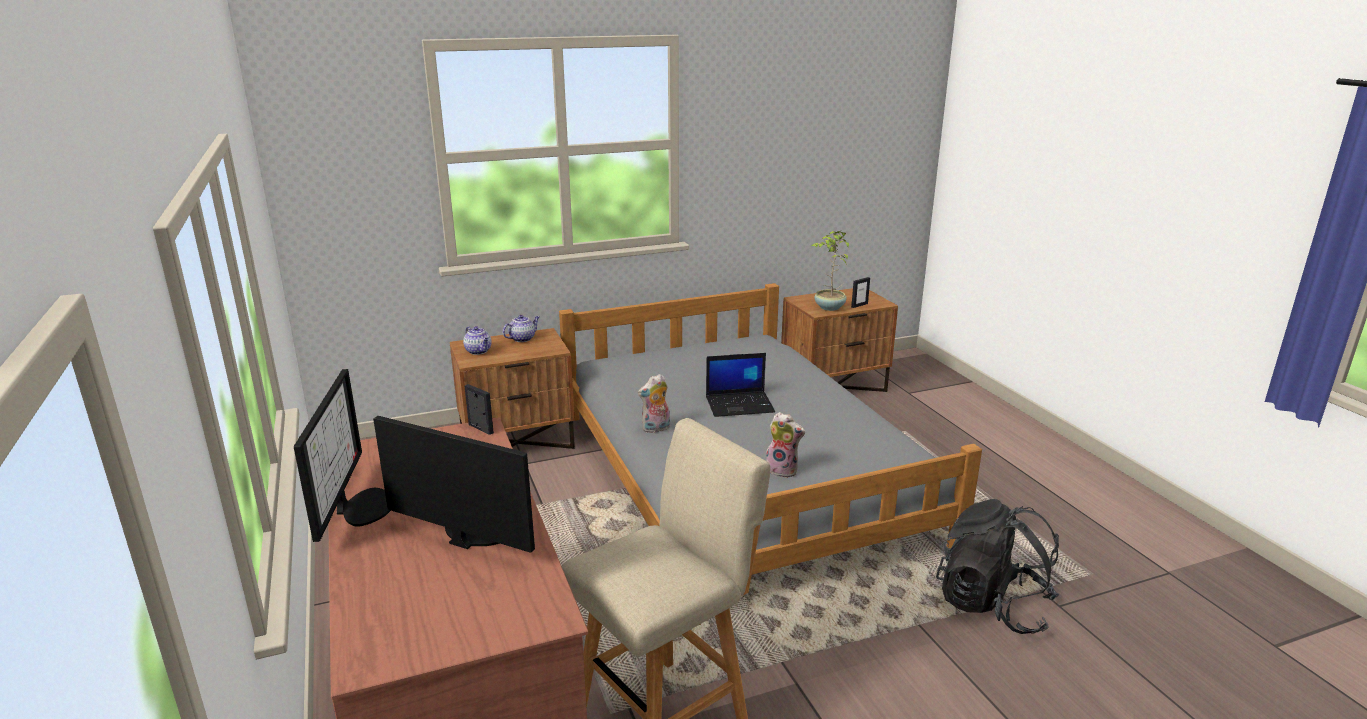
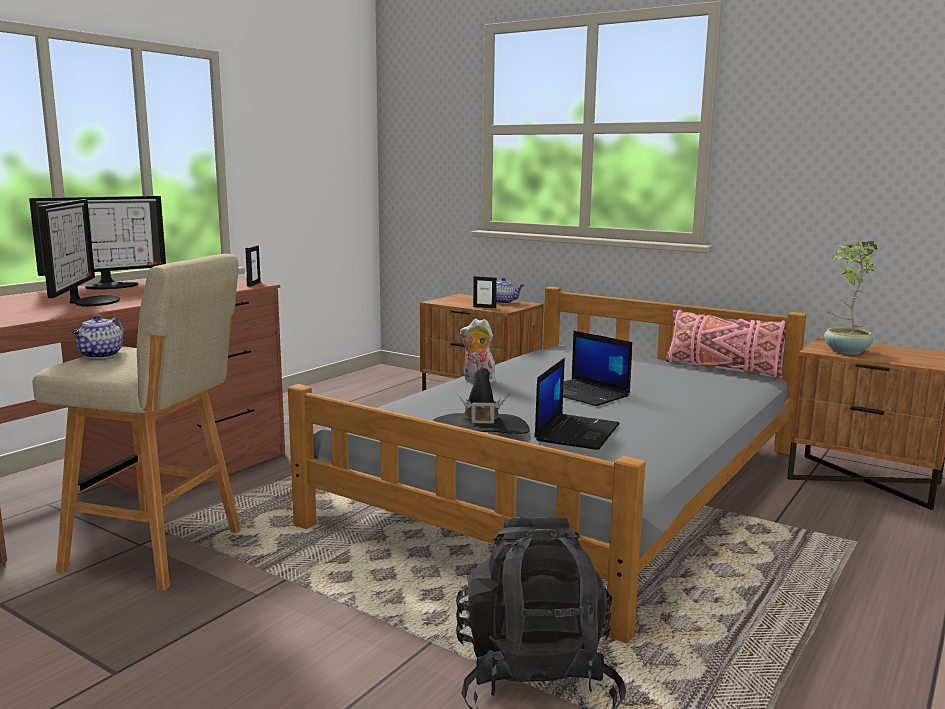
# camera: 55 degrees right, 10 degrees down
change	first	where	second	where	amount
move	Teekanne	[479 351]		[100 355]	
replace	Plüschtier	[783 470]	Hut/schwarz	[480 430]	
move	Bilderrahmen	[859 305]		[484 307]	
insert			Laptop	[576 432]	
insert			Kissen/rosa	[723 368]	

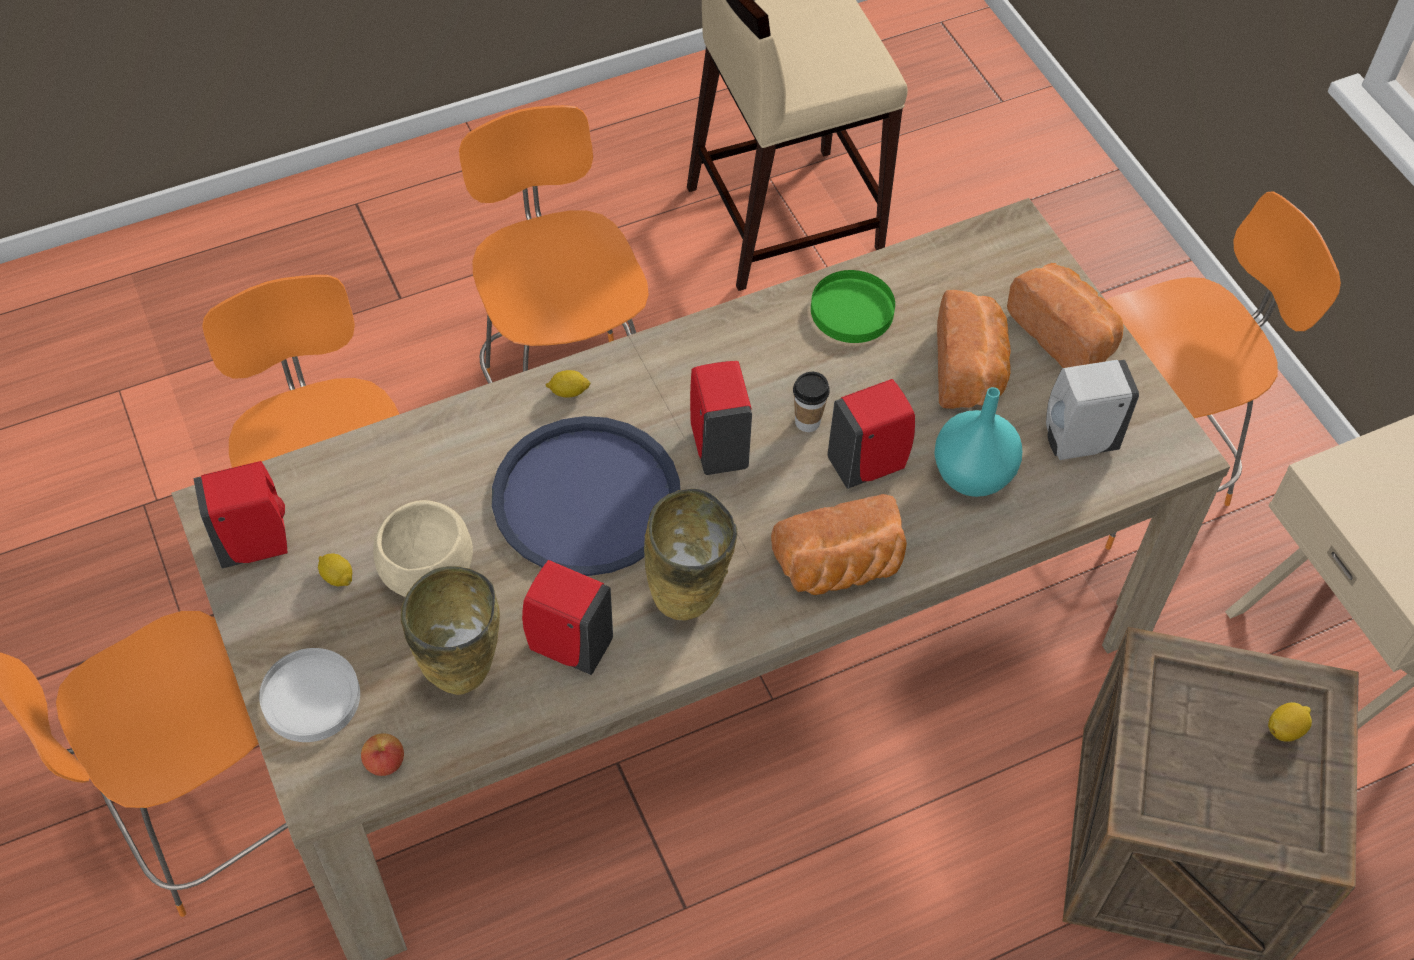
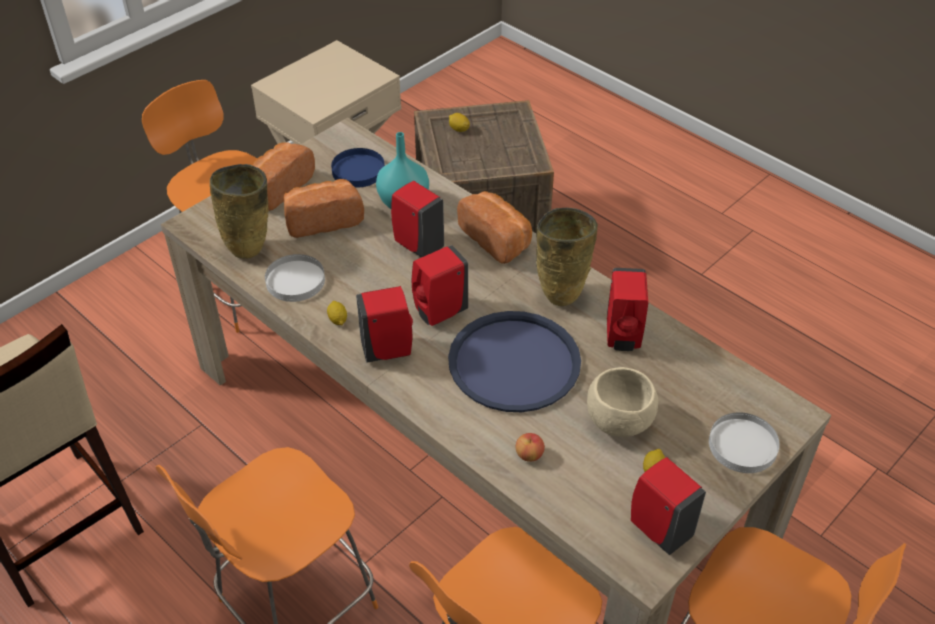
# camera: 110 degrees left, 10 degrees down
change	first	where	second	where	amount
move	Vase/beige	[462 680]		[250 248]	
recolor	Teller/grün	[851 310]	Teller/weiß	[296 281]	
move	Zitrone	[568 392]		[338 319]	
replace	Seifenspender/weiß	[1076 442]	Teller/blau	[358 170]	
insert			Seifenspender/rot	[389 350]	
move	Apfel	[385 762]		[529 455]	
delete	Tasse	[807 422]			

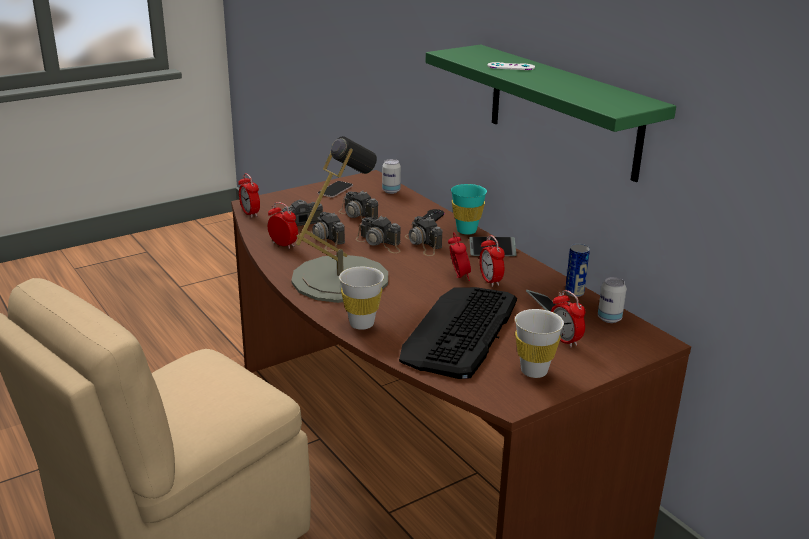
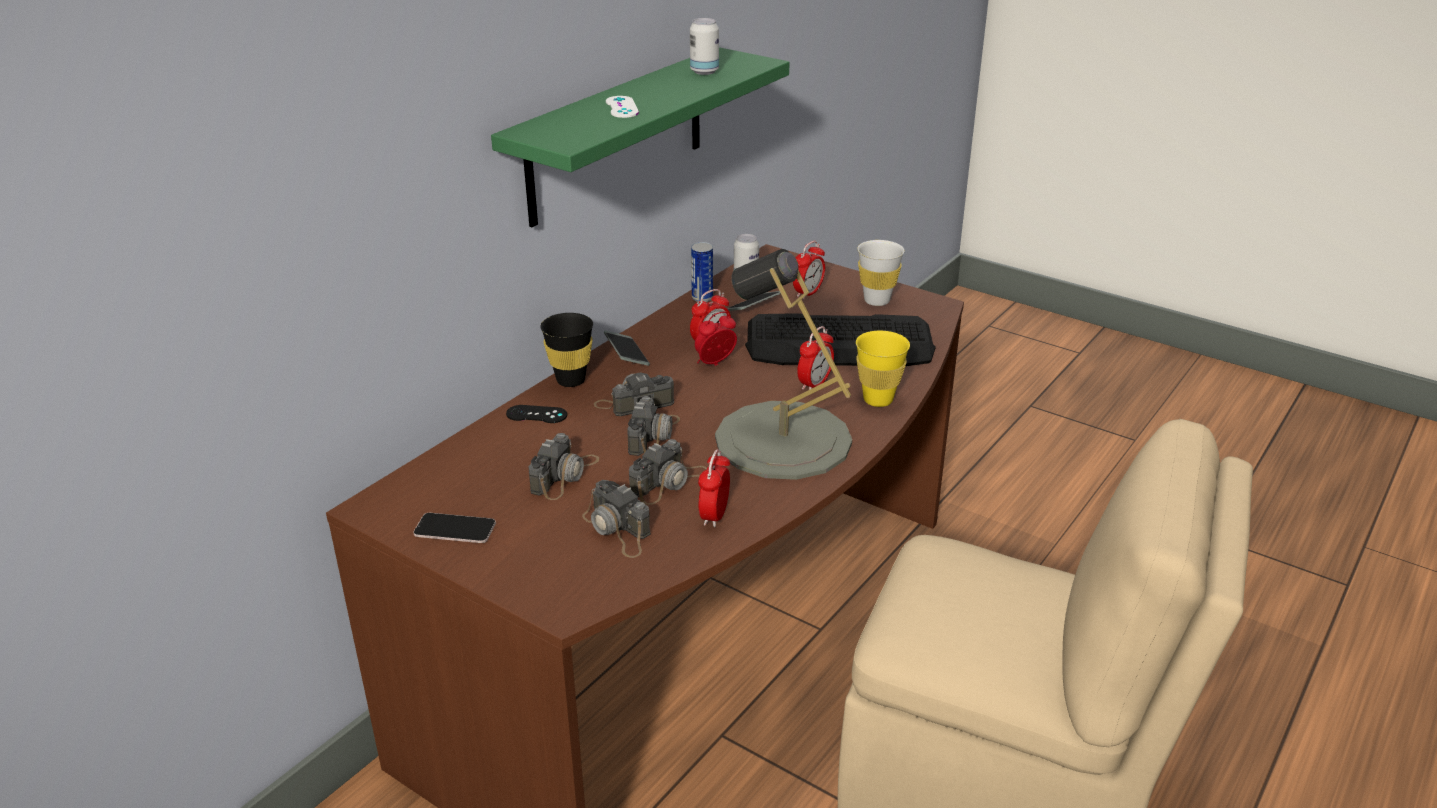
# camera: 110 degrees left, 5 degrees up
change	first	where	second	where	amount
recolor	Tasse/türkis	[466 230]	Tasse/schwarz	[571 380]	
rotate	Kamera	[423 244]		[634 403]	150 degrees counterclockwise
move	Dose	[391 191]		[704 71]	
move	Wecker	[250 213]		[814 384]	
recolor	Tasse/weiß	[361 324]	Tasse/gelb	[878 400]	

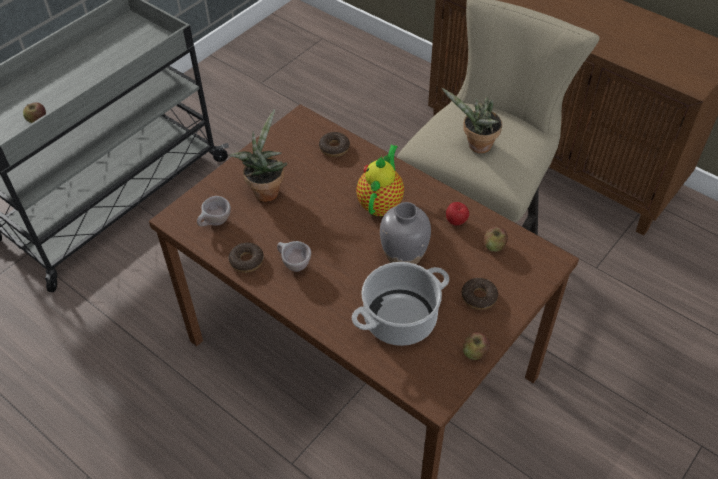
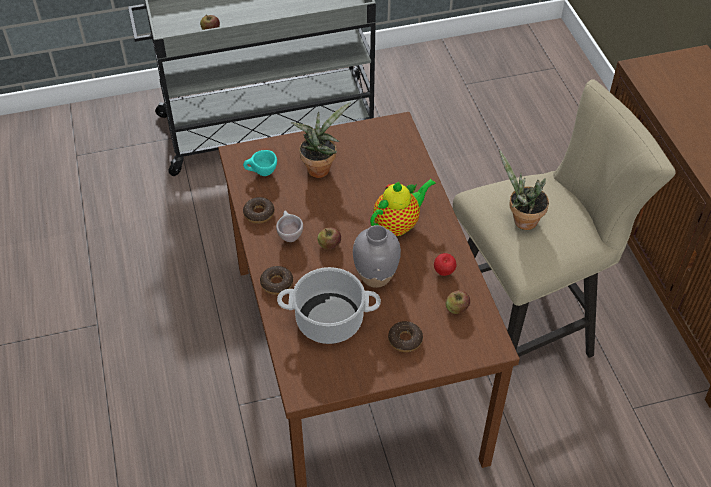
# camera: 35 degrees right, 0 degrees up
change	first	where	second	where	amount
recolor	Tasse/beige	[215 224]	Tasse/türkis	[261 173]	
move	Donut	[334 148]		[277 283]	
move	Apfel	[474 352]		[329 245]	

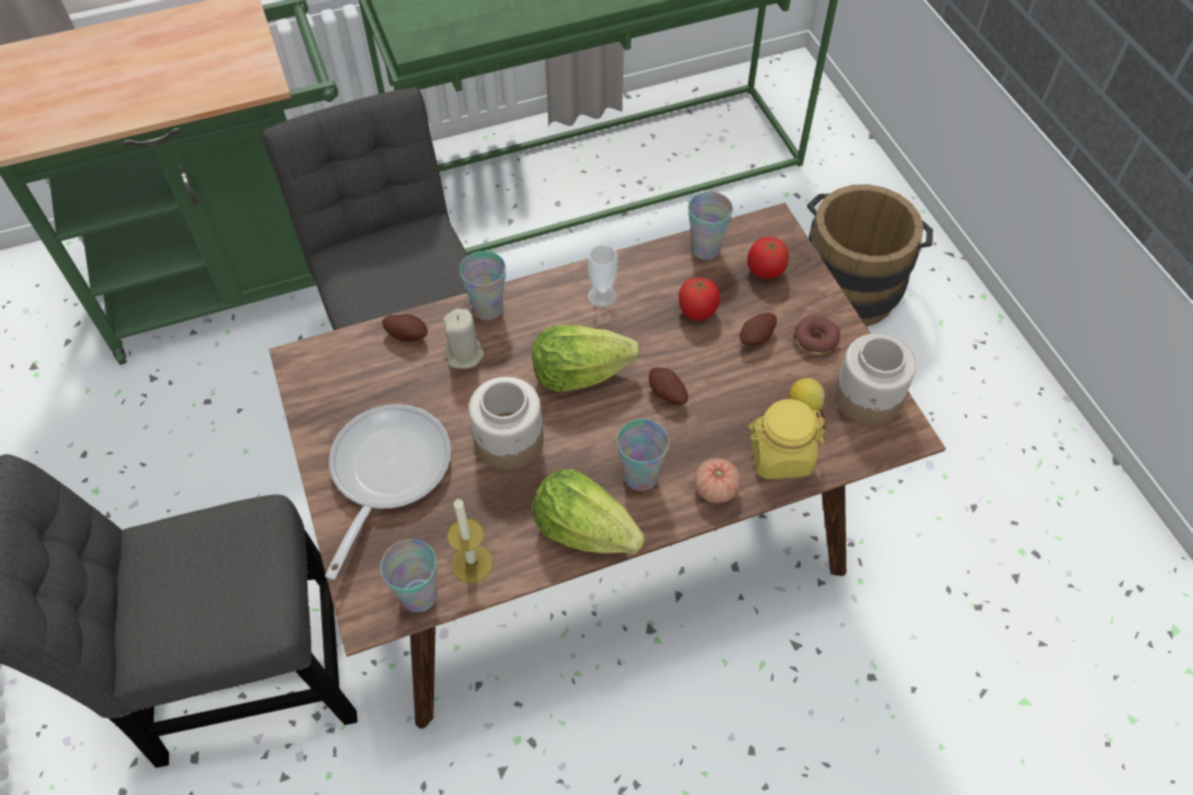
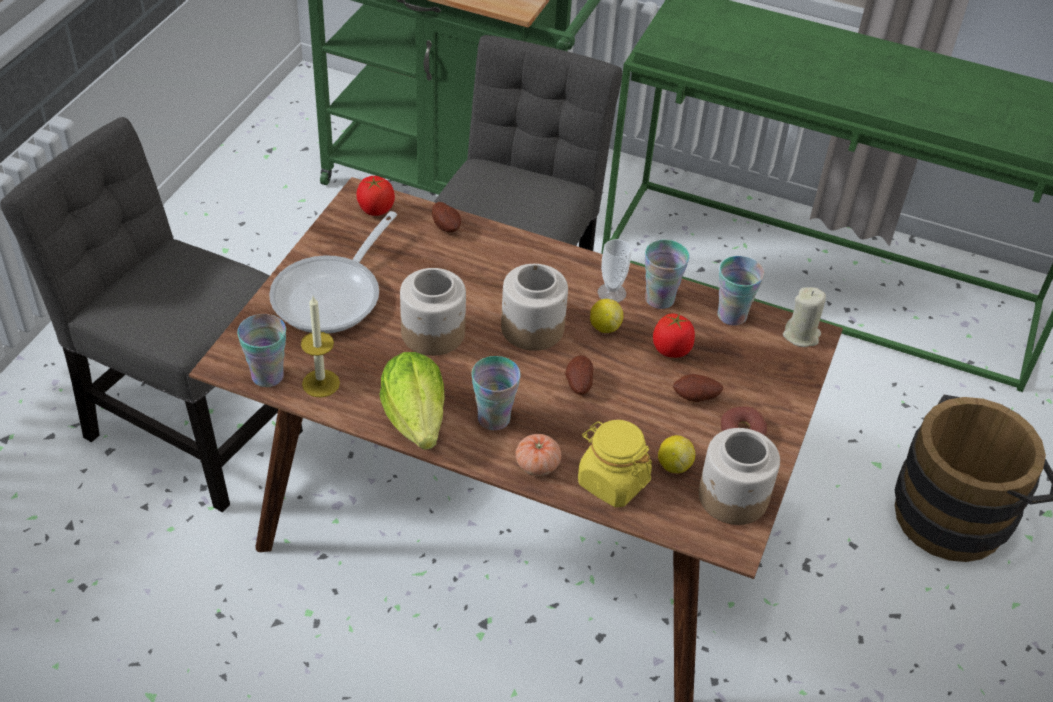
# camera: 40 degrees right, 10 degrees down
change	first	where	second	where	amount
rotate	Pfanne	[386 473]		[333 295]	150 degrees clockwise
move	Tomate	[765 271]		[375 210]	
replace	Salatkopf	[579 373]	Vorratsglas	[532 328]	
insert			Zitrone	[604 327]	
move	Tasse	[488 309]		[659 299]	
move	Kerze/beige	[465 354]		[801 335]	

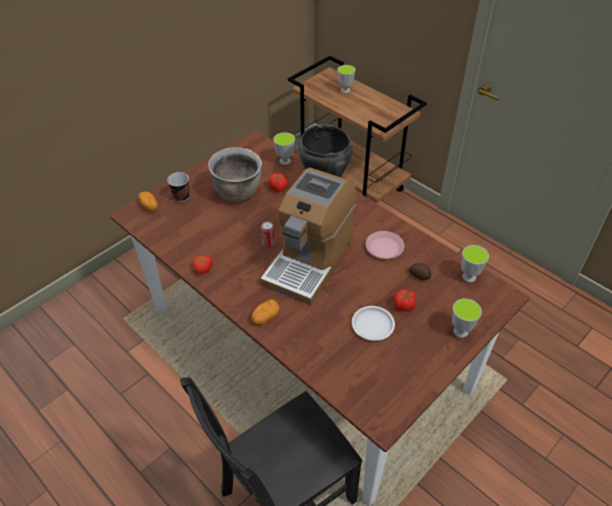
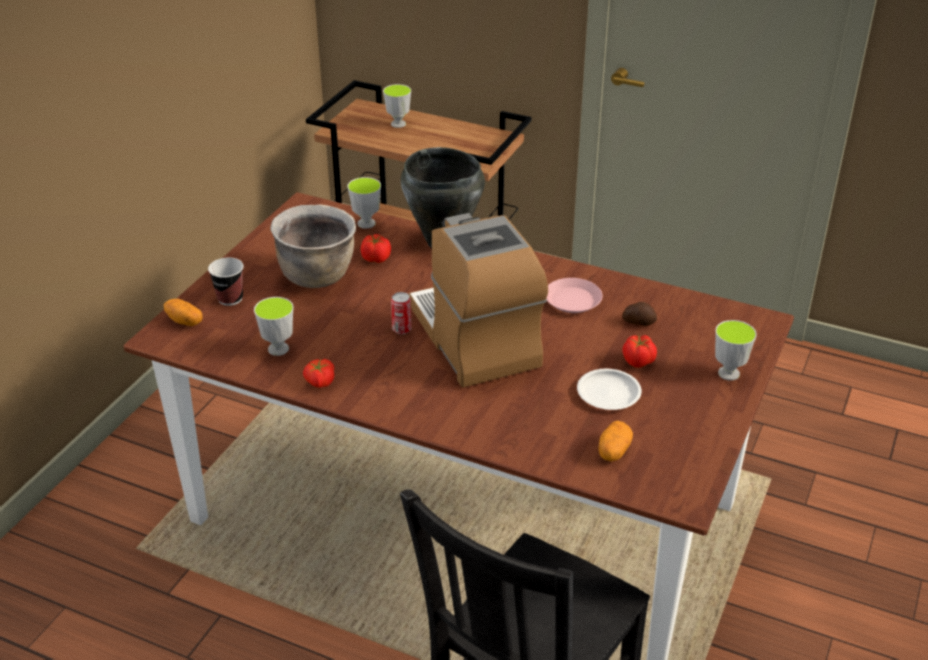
# camera: 20 degrees left, 10 degrees down
change	first	where	second	where	amount
move	Tasse	[469 277]		[278 349]	
rotate	Kaffeemaschine	[309 261]		[475 338]	150 degrees clockwise
move	Kartoffel	[265 317]		[613 451]	

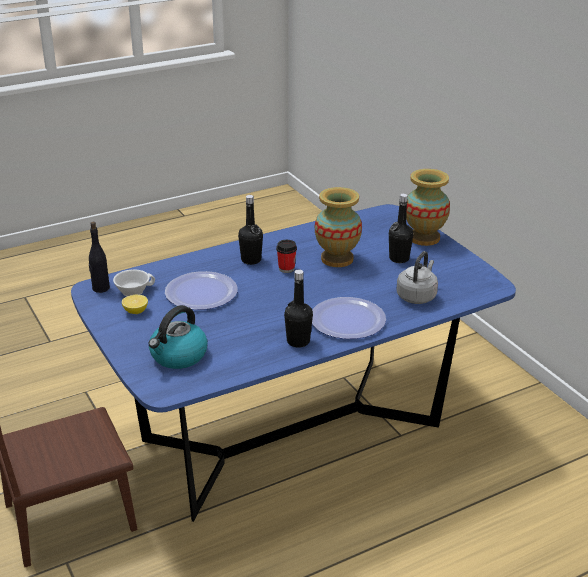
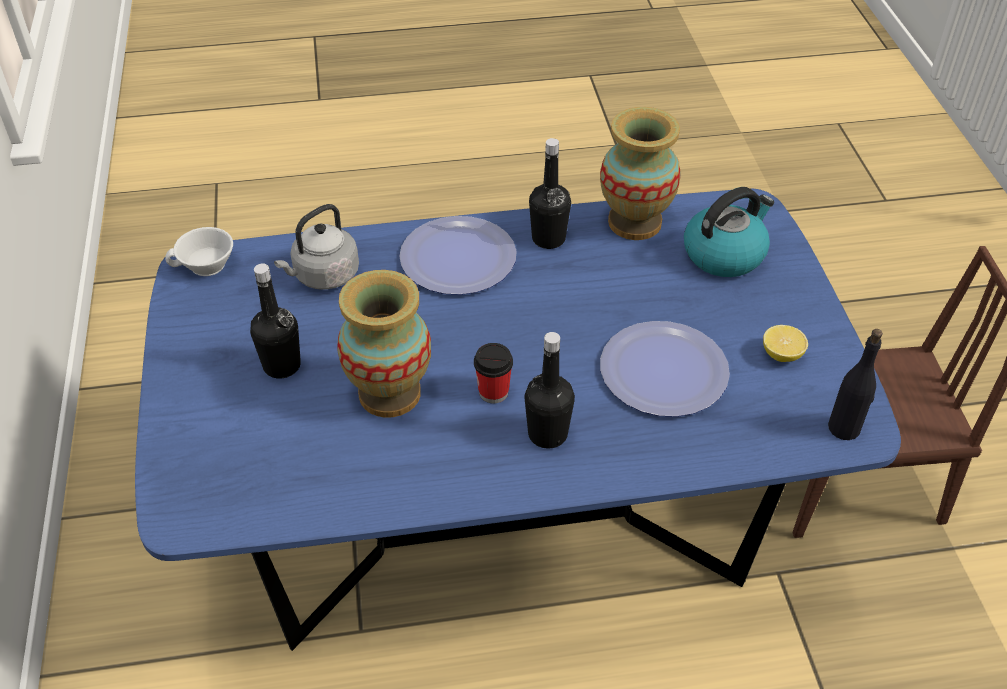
# camera: 160 degrees left, 15 degrees up
change	first	where	second	where	amount
move	Tasse/weiß	[133 290]		[206 266]	
move	Vase	[424 238]		[635 223]	

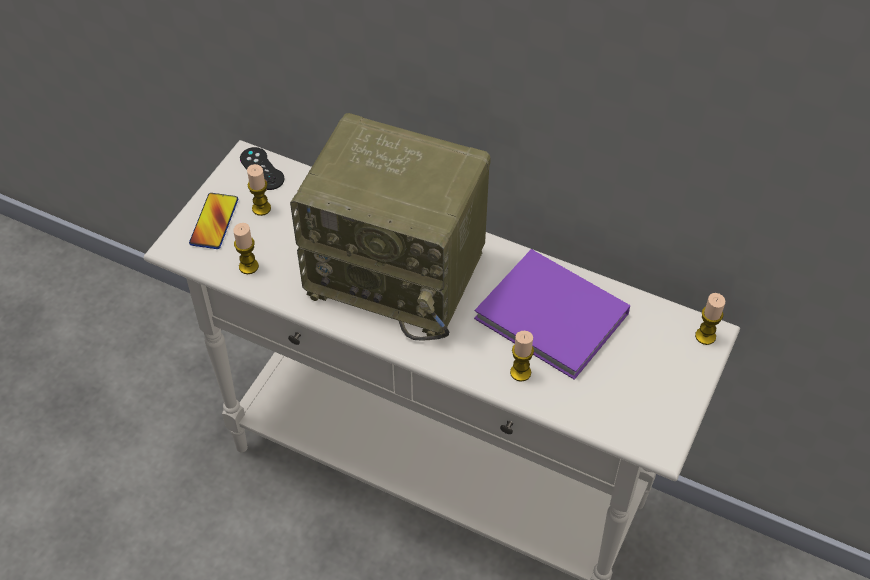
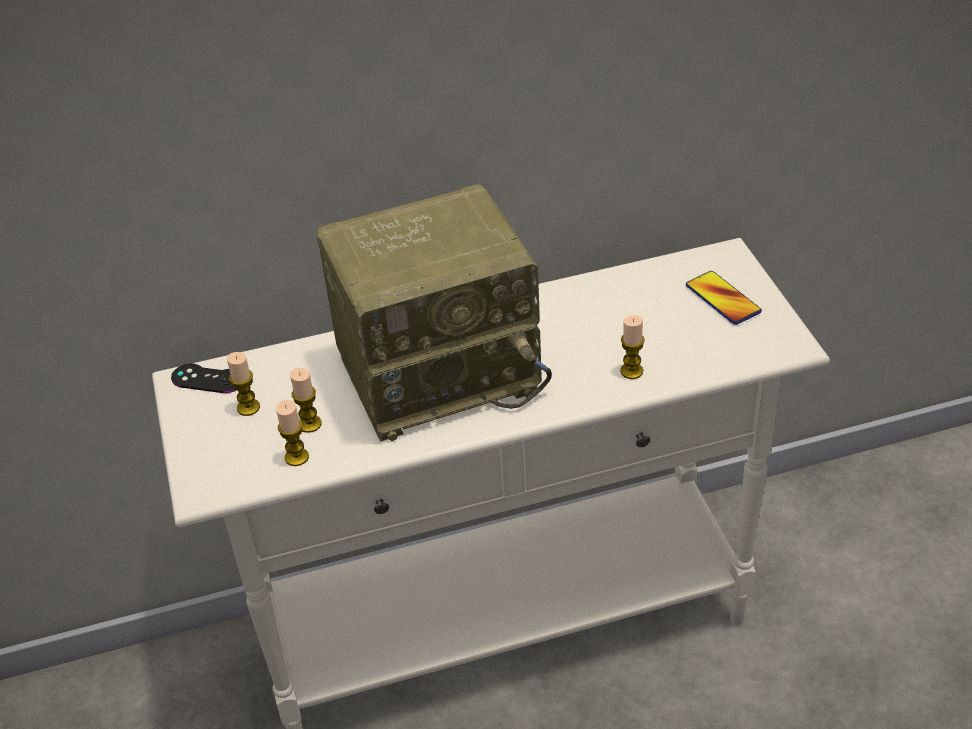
# camera: 40 degrees left, 10 degrees down
change	first	where	second	where	amount
move	Kerze	[705 336]		[310 424]	
move	Handy	[214 222]		[723 299]	
delete	Buch/lila	[555 318]			

